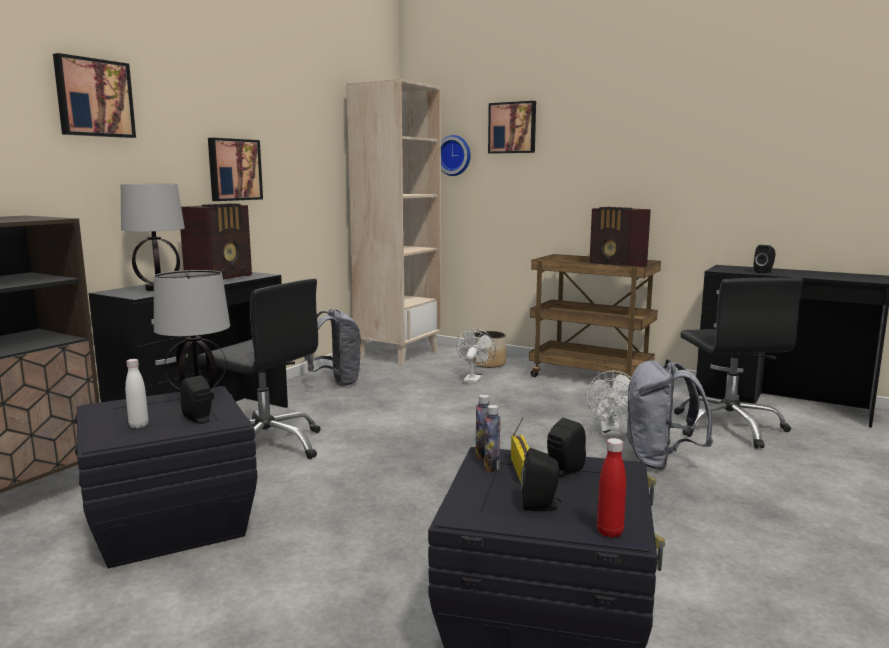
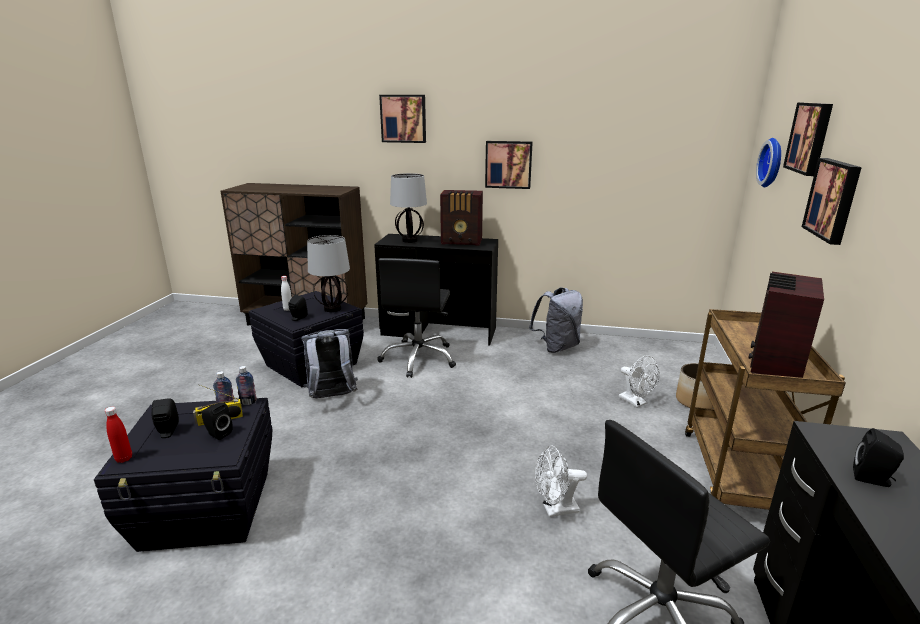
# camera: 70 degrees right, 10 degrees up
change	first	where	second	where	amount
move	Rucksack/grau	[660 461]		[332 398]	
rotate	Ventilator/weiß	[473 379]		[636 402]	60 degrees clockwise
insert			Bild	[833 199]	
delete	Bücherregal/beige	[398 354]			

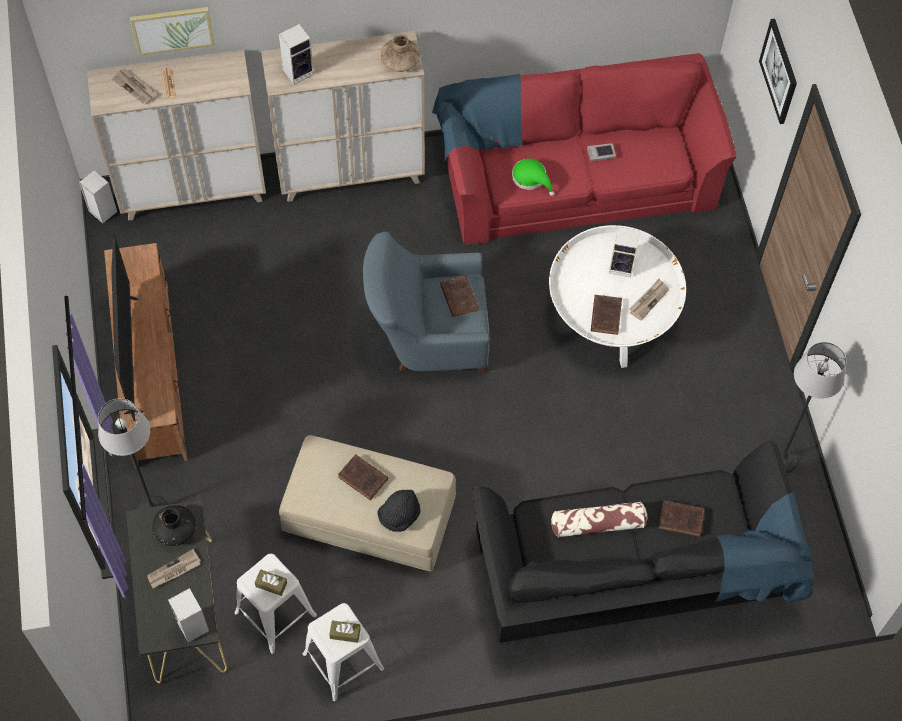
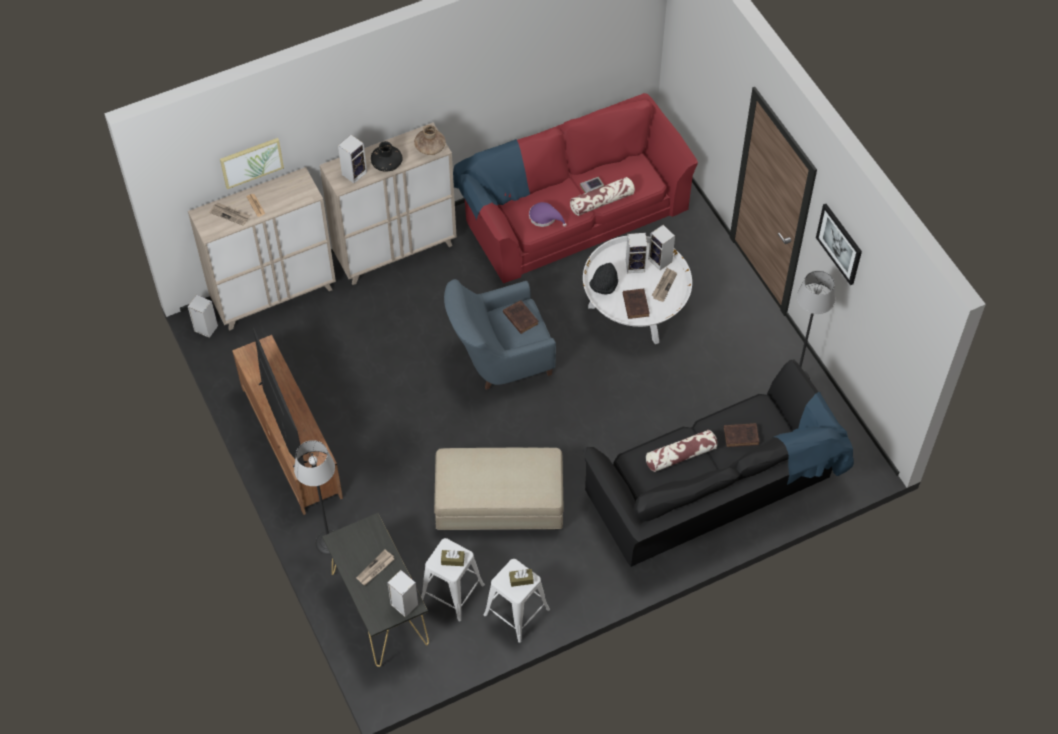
# camera: 15 degrees left, 5 degrees down
change	first	where	second	where	amount
move	Vase/schwarz	[175 530]		[387 164]	
recolor	Hut/grün	[531 178]	Hut/lila	[545 217]	
insert			Kissen	[602 201]	
move	Hut/schwarz	[399 515]		[604 286]	
insert			Lautsprecher	[661 261]	
move	Bild	[779 71]		[839 243]	
delete	Buch/braun	[364 479]			

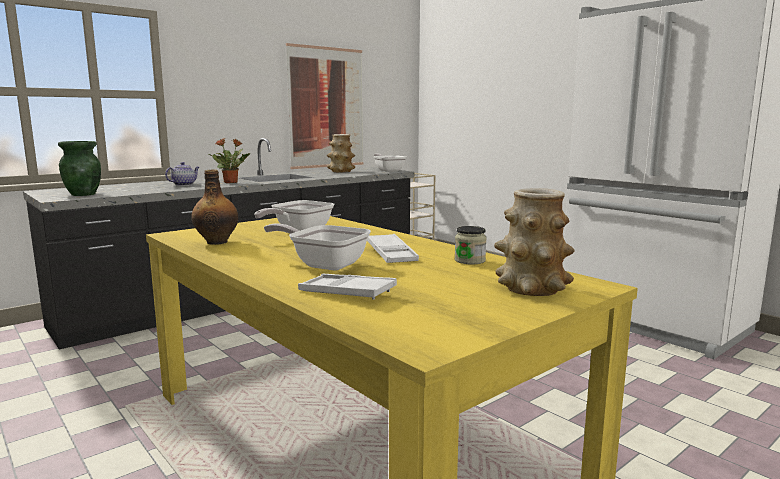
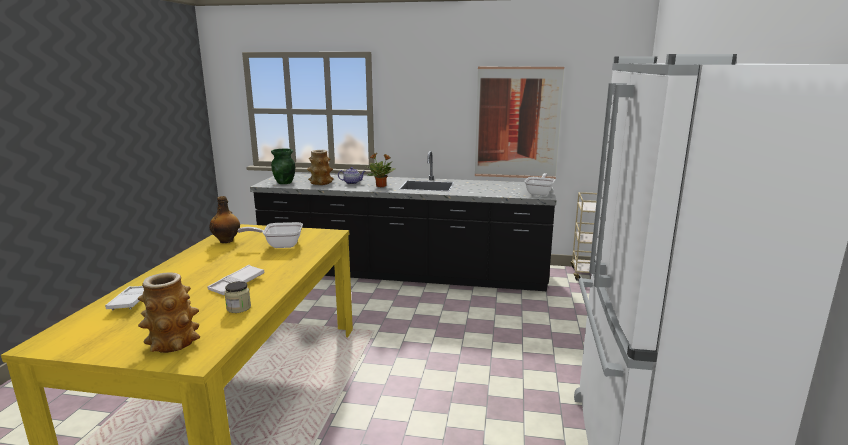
# camera: 50 degrees right, 5 degrees up
change	first	where	second	where	amount
move	Vase	[341 171]		[321 183]	
delete	Pfanne	[324 264]			

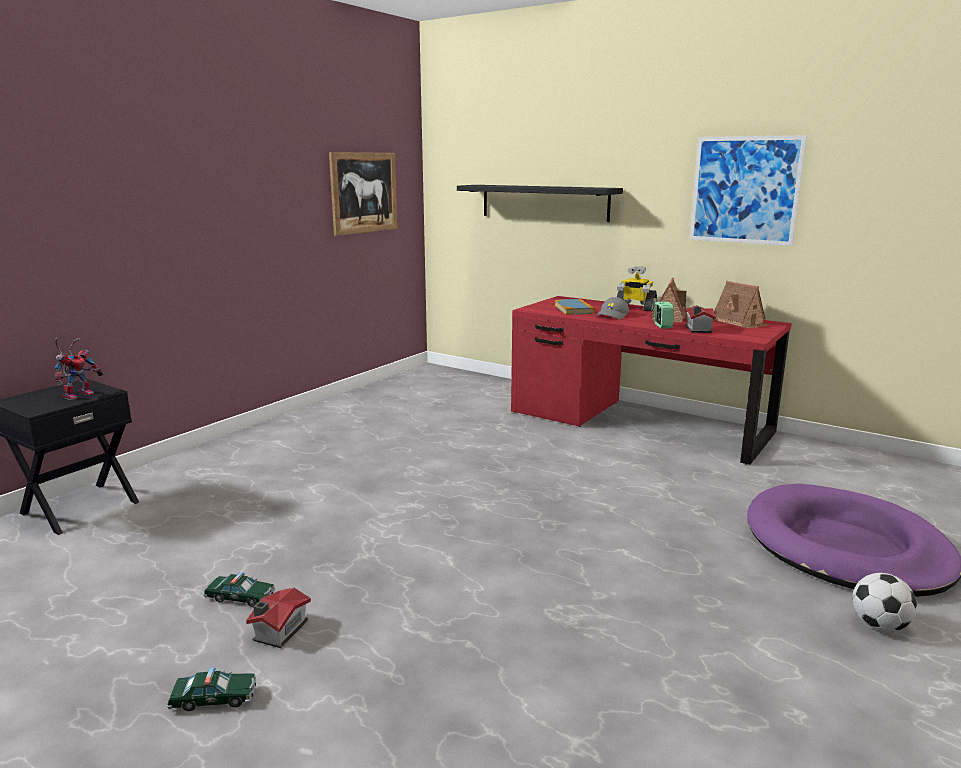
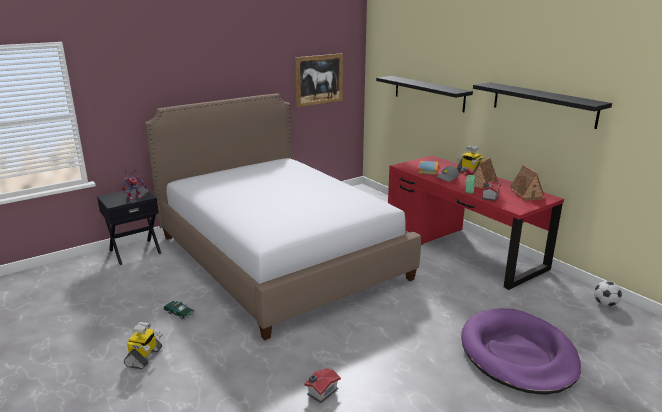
# camera: 20 degrees right, 5 degrees up
change	first	where	second	where	amount
replace	Spielzeugauto	[214 699]	Spielzeugroboter	[144 357]	
insert			Bett	[279 256]	
move	Spielzeughaus	[279 631]		[321 392]	
replace	Bild	[745 190]	Wandregal/schwarz	[543 104]	
move	Fußball	[879 625]		[605 304]	

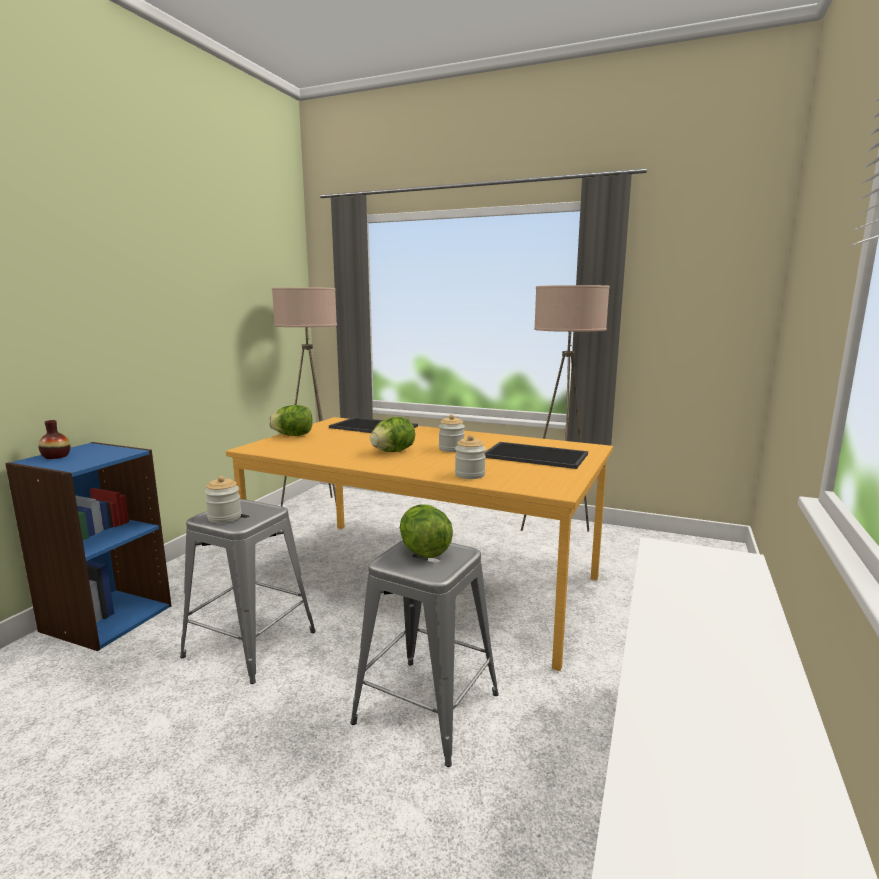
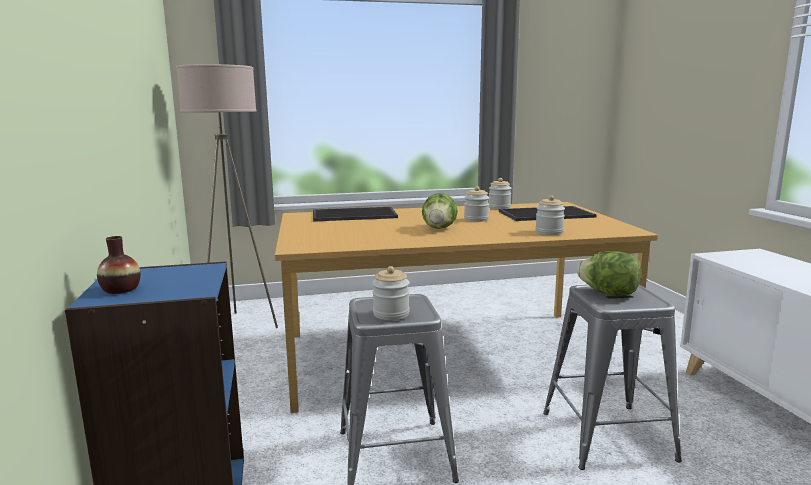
# camera: 35 degrees left, 0 degrees up
change	first	where	second	where	amount
insert			Vorratsglas	[499 207]	
delete	Salatkopf	[293 435]			
delete	Stehlampe/beige	[558 538]			

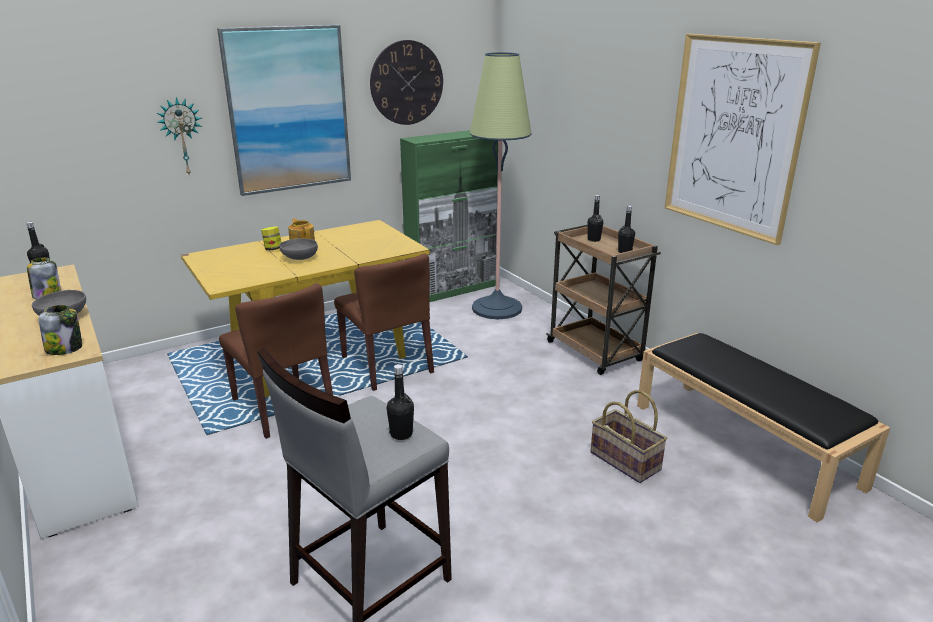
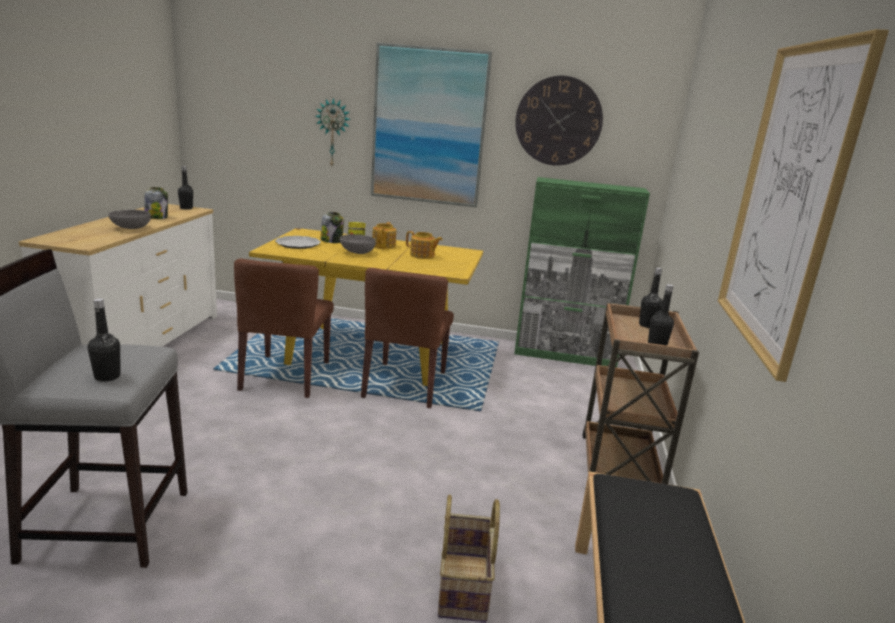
# camera: 40 degrees right, 5 degrees down
change	first	where	second	where	amount
insert			Teller	[298 244]	
move	Vorratsglas	[65 348]		[332 241]	
insert			Teekanne	[422 255]	
delete	Stehlampe	[497 308]			

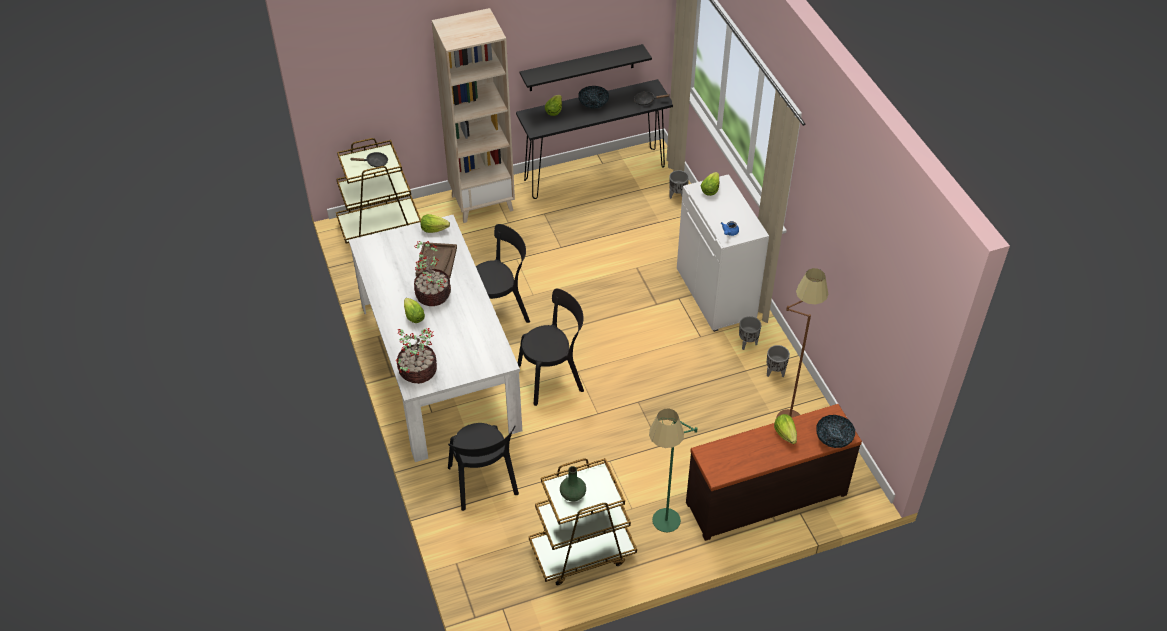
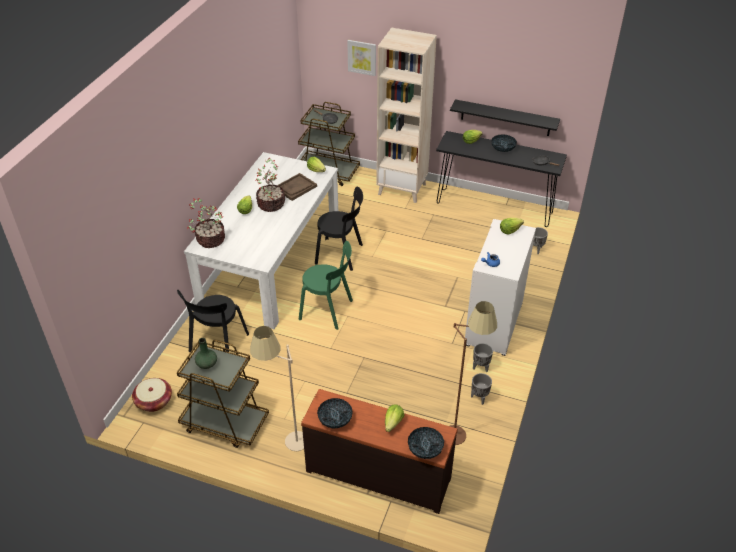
# camera: 40 degrees right, 5 degrees down
change	first	where	second	where	amount
insert			Korb	[154 401]	
recolor	Stehlampe/grün	[663 531]	Stehlampe/beige	[287 446]	
recolor	Stuhl/schwarz	[553 377]	Stuhl/grün	[328 310]	
insert			Schüssel	[335 419]	
insert			Bild	[362 57]	

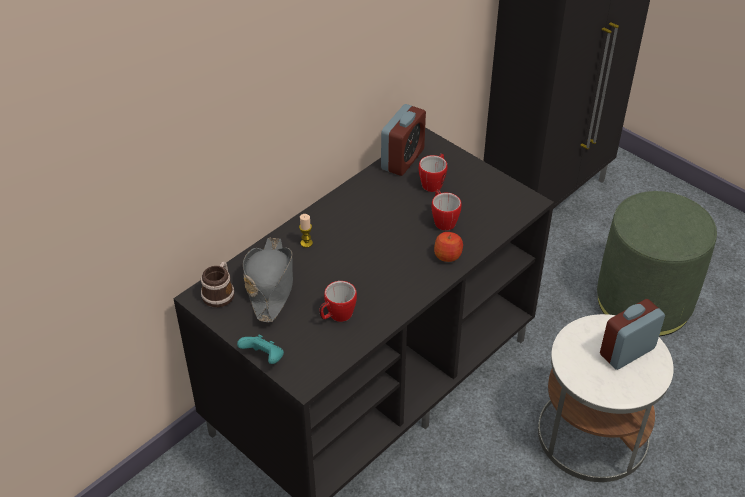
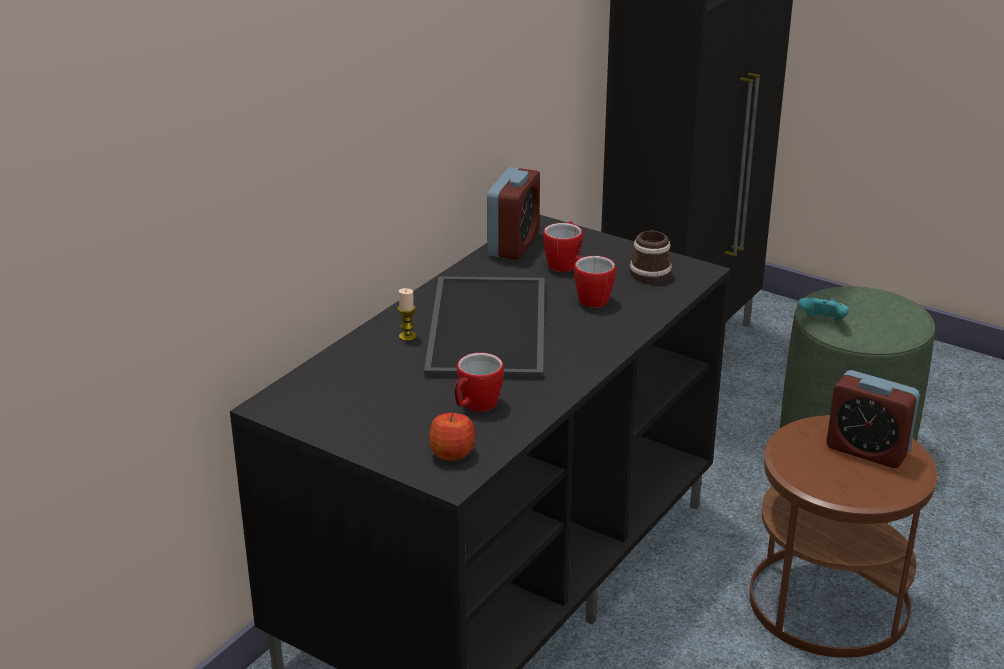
# camera: 10 degrees left, 15 degrees down
change	first	where	second	where	amount
insert			Tablett	[490 328]	
move	Apfel	[447 255]		[452 453]	
move	Henkelbecher	[220 292]		[650 271]	
recolor	Beistelltisch/weiß	[592 435]	Beistelltisch/braun	[828 603]	
move	Gamepad/türkis	[264 358]		[822 322]	
rotate	Wecker	[627 351]		[867 450]	105 degrees counterclockwise
delete	Hut/grau	[270 284]			

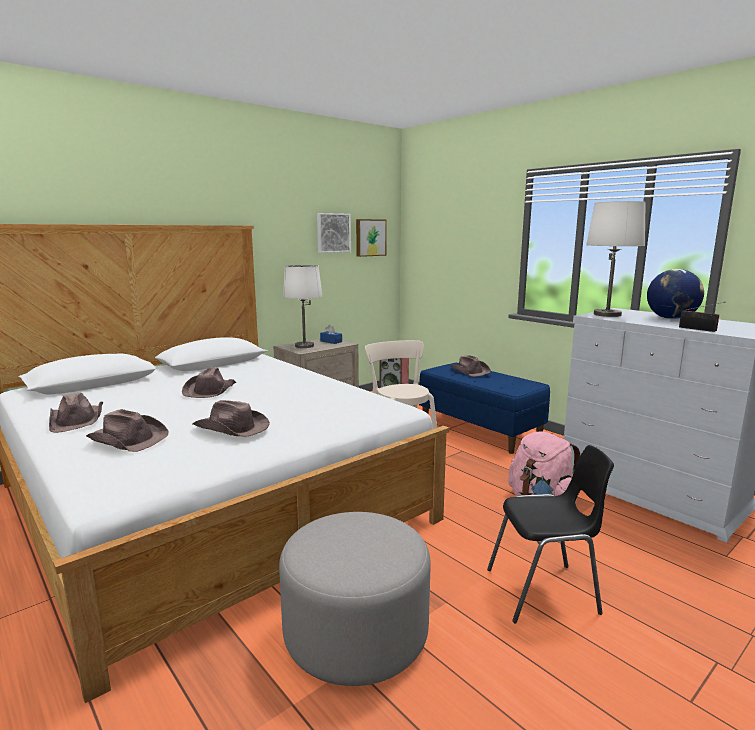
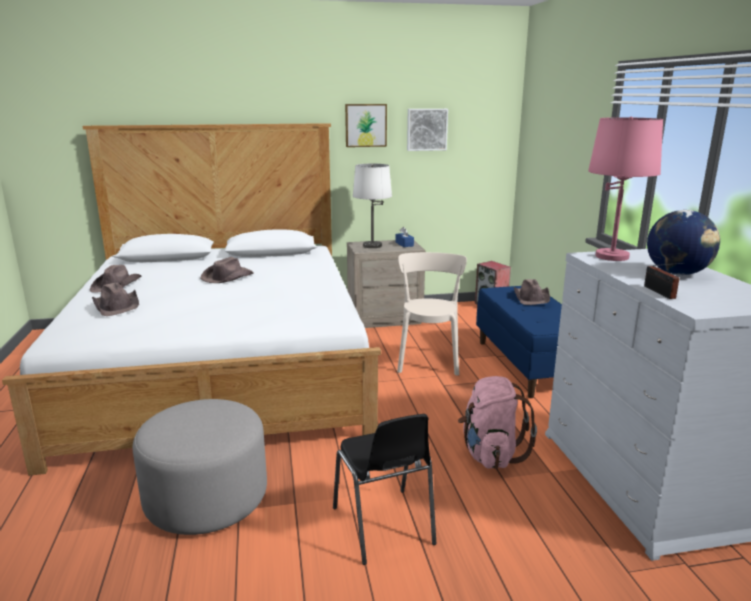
# camera: 30 degrees right, 5 degrees up
change	first	where	second	where	amount
rotate	Stuhl/schwarz	[545 592]		[384 527]	45 degrees clockwise
move	Bild	[370 237]		[365 125]	
recolor	Tischlampe/weiß	[606 314]	Tischlampe/rosa	[611 256]	
delete	Hut/braun	[231 428]			

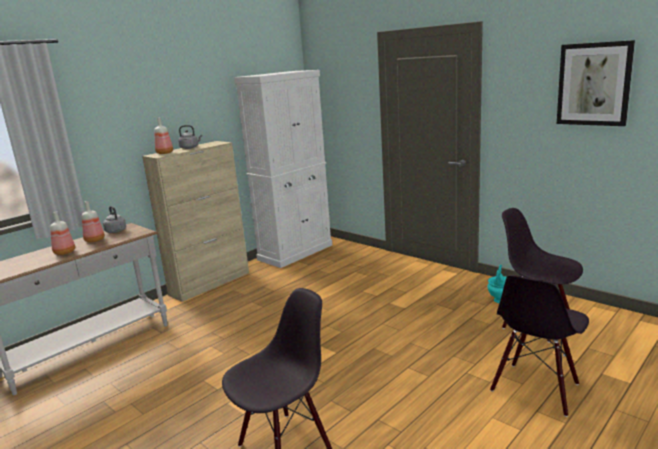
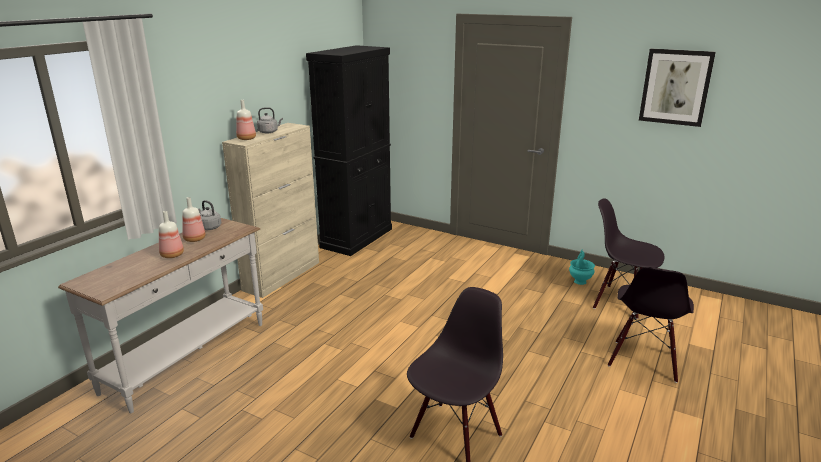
# camera: 15 degrees left, 5 degrees up
change	first	where	second	where	amount
recolor	Schrank/weiß	[295 252]	Schrank/schwarz	[357 238]	

